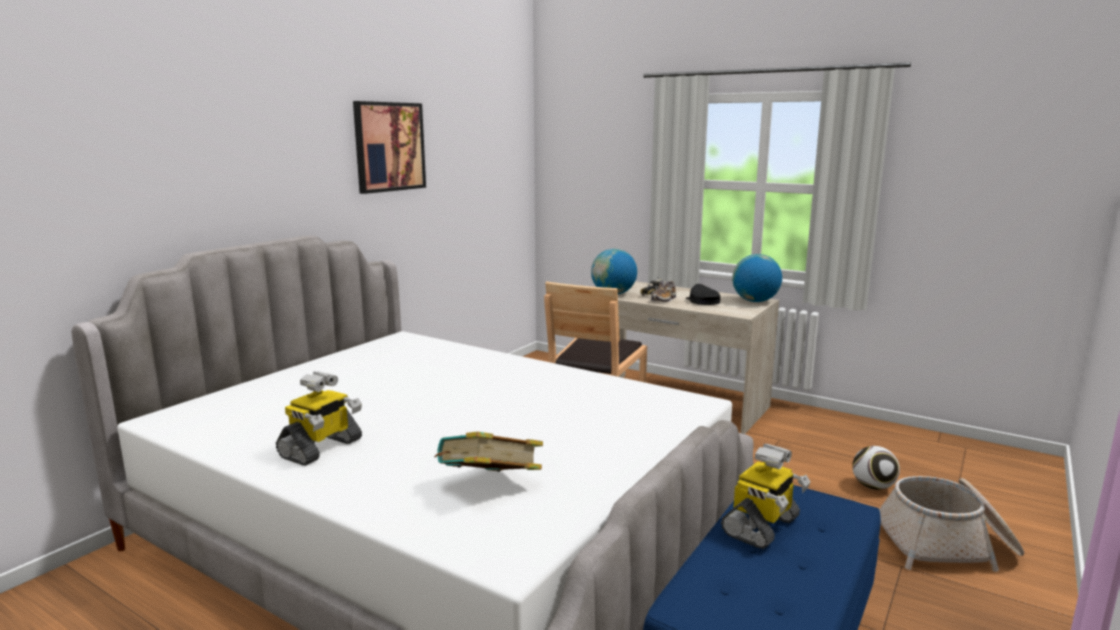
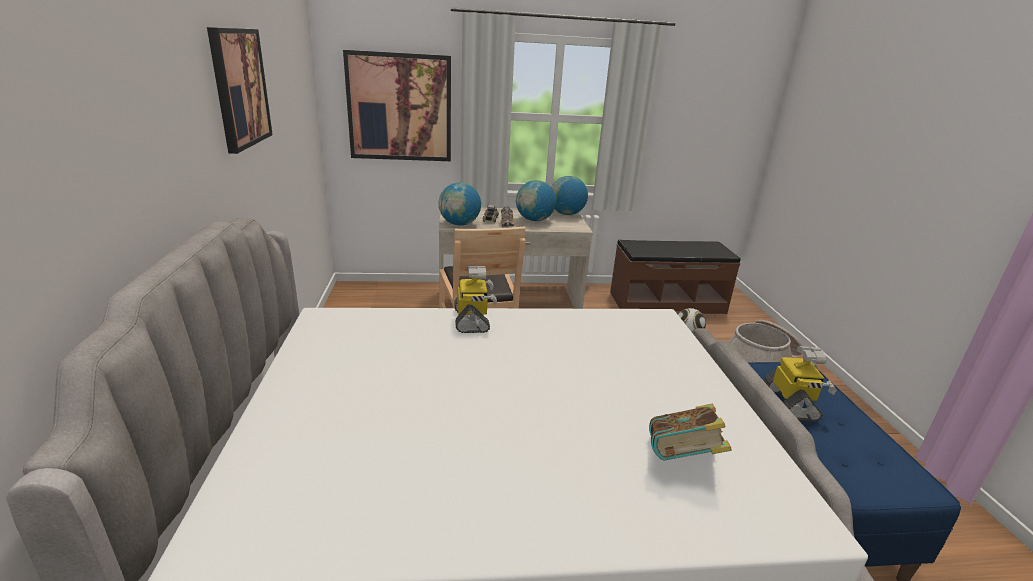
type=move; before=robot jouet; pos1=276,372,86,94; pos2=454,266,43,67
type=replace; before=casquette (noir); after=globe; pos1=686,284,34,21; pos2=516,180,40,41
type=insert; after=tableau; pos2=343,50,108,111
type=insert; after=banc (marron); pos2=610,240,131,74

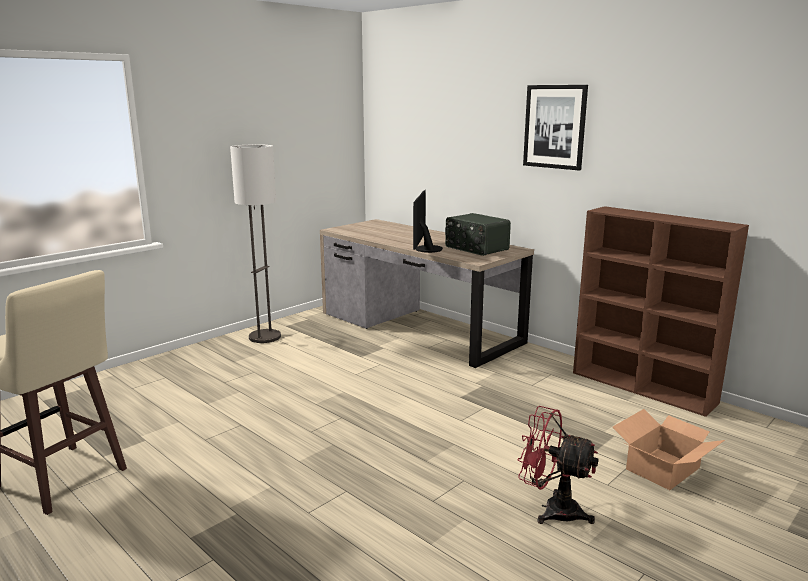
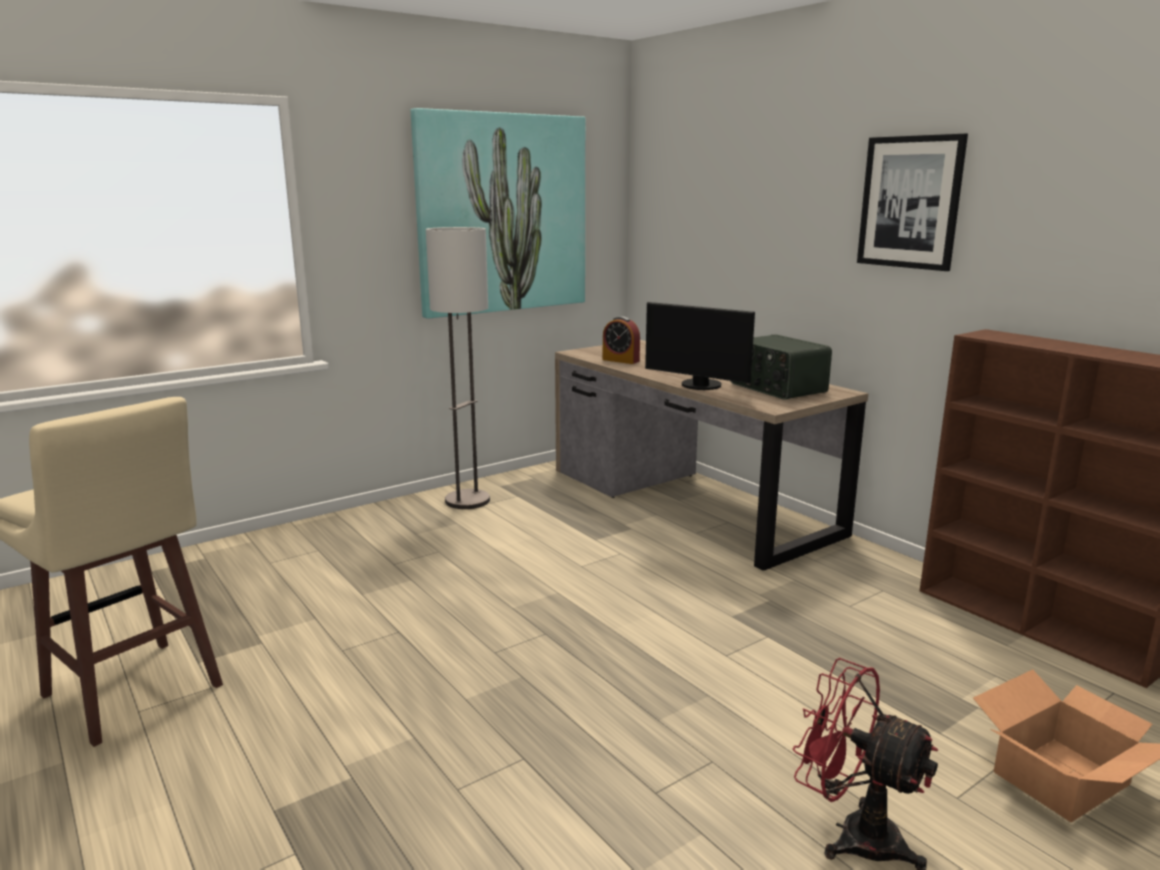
type=rotate; before=écran d'ordinateur; pos1=413,190,30,63; pos2=645,302,110,88; turn=-75
type=insert; after=tableau; pos2=411,108,174,211
type=insert; after=réveil; pos2=603,316,37,48

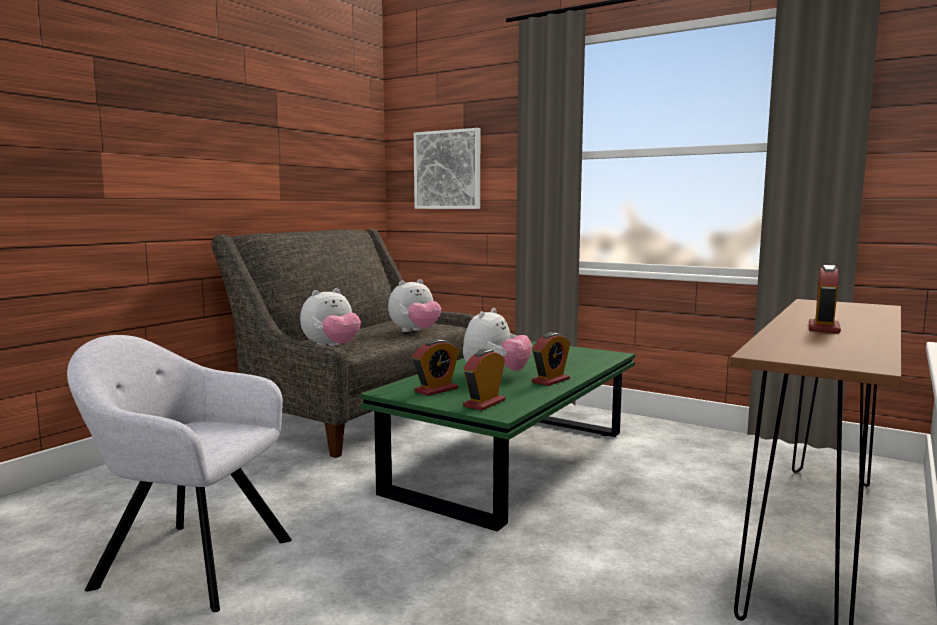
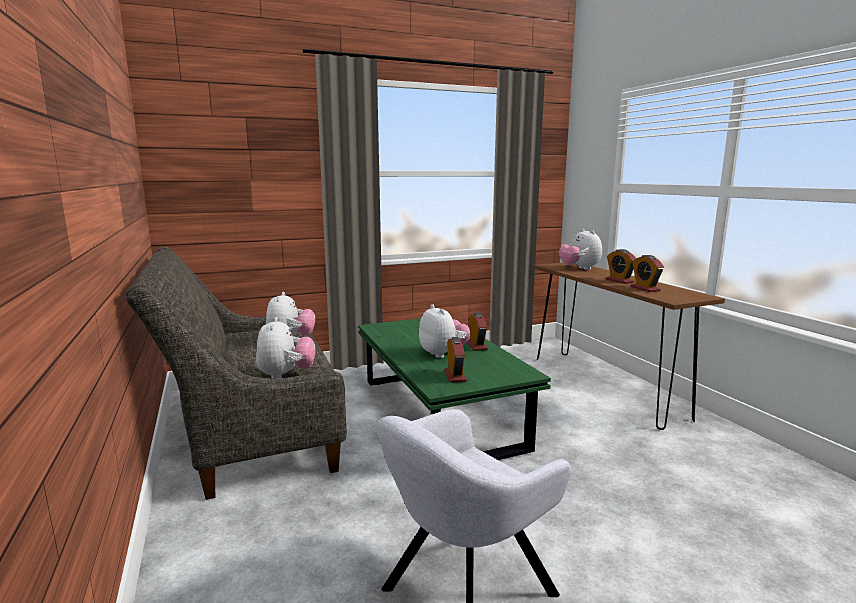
type=delete; before=tableau; pos1=414,128,66,81
type=move; before=réveil; pos1=463,349,42,62; pos2=631,255,33,37
type=insert; after=peluche; pos2=559,229,43,41

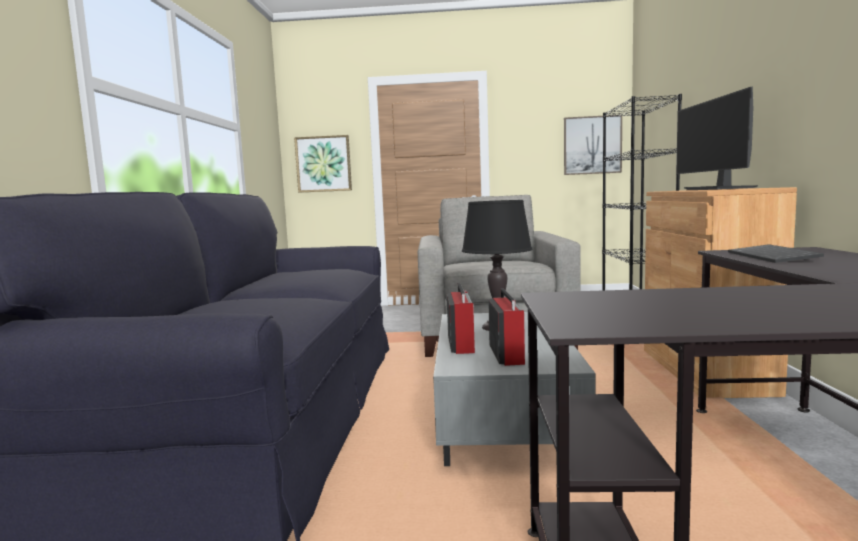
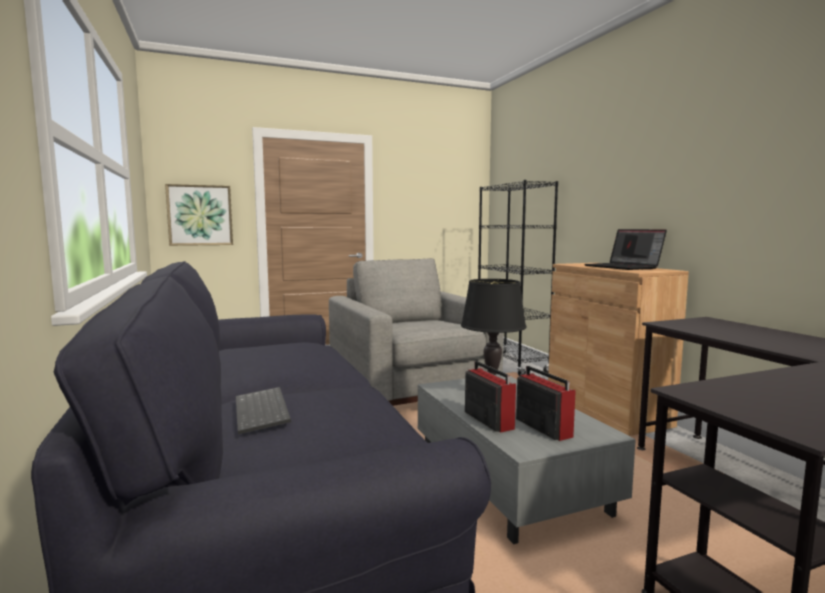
type=delete; before=tableau; pos1=564,115,58,60
type=replace; before=écran d'ordinateur; after=ordinateur portable; pos1=676,87,82,103; pos2=584,229,83,41
type=move; before=clavier; pos1=728,244,96,19; pos2=236,387,55,47

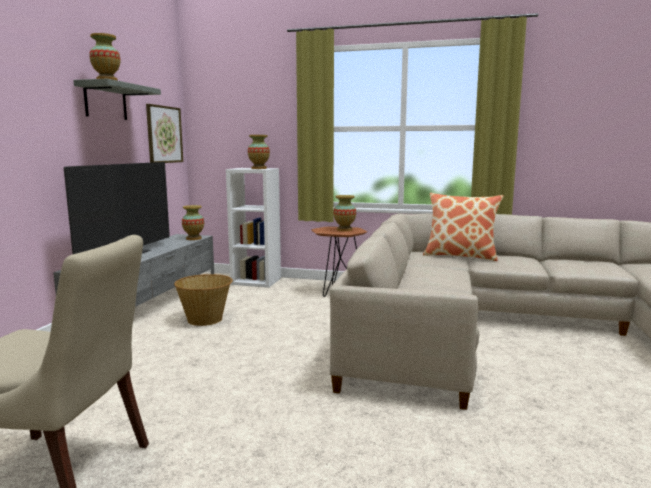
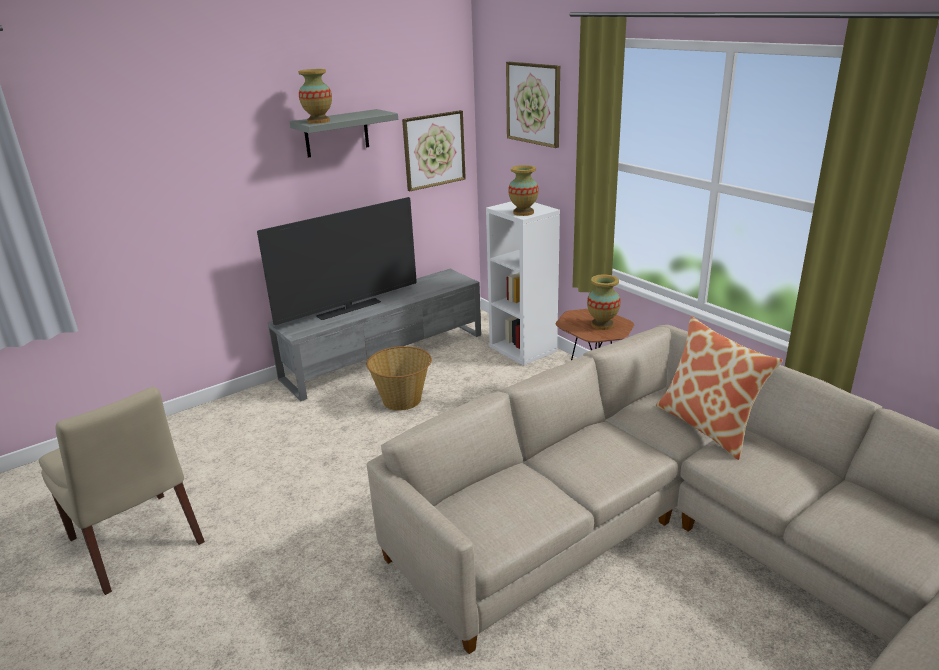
type=delete; before=vase; pos1=182,205,22,35
type=insert; after=tableau; pos2=506,62,54,86

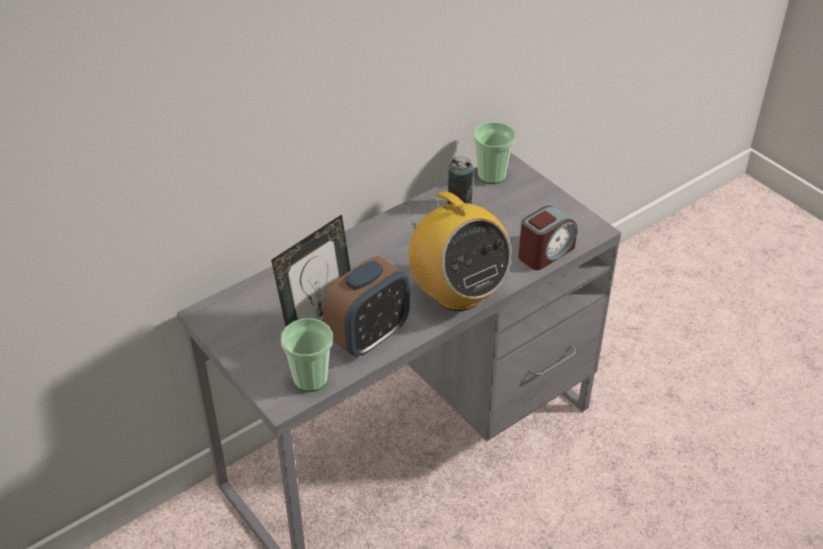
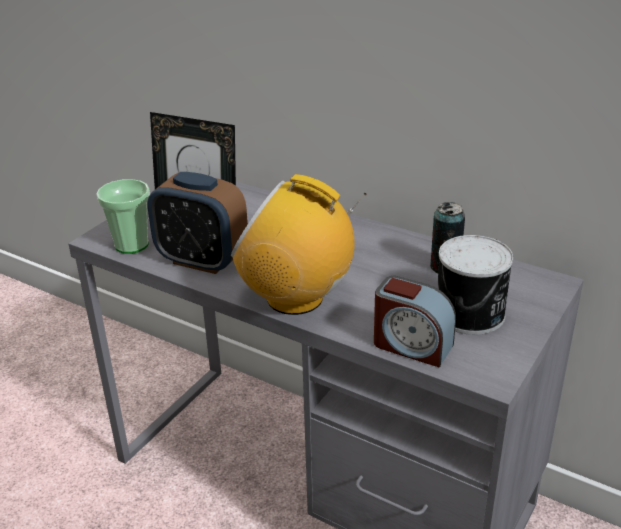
type=rotate; before=radio; pos1=405,191,107,120; pos2=231,174,136,141; turn=75
type=delete; before=tasse; pos1=473,122,43,62
type=insert; after=boîte métallique; pos2=437,235,76,100

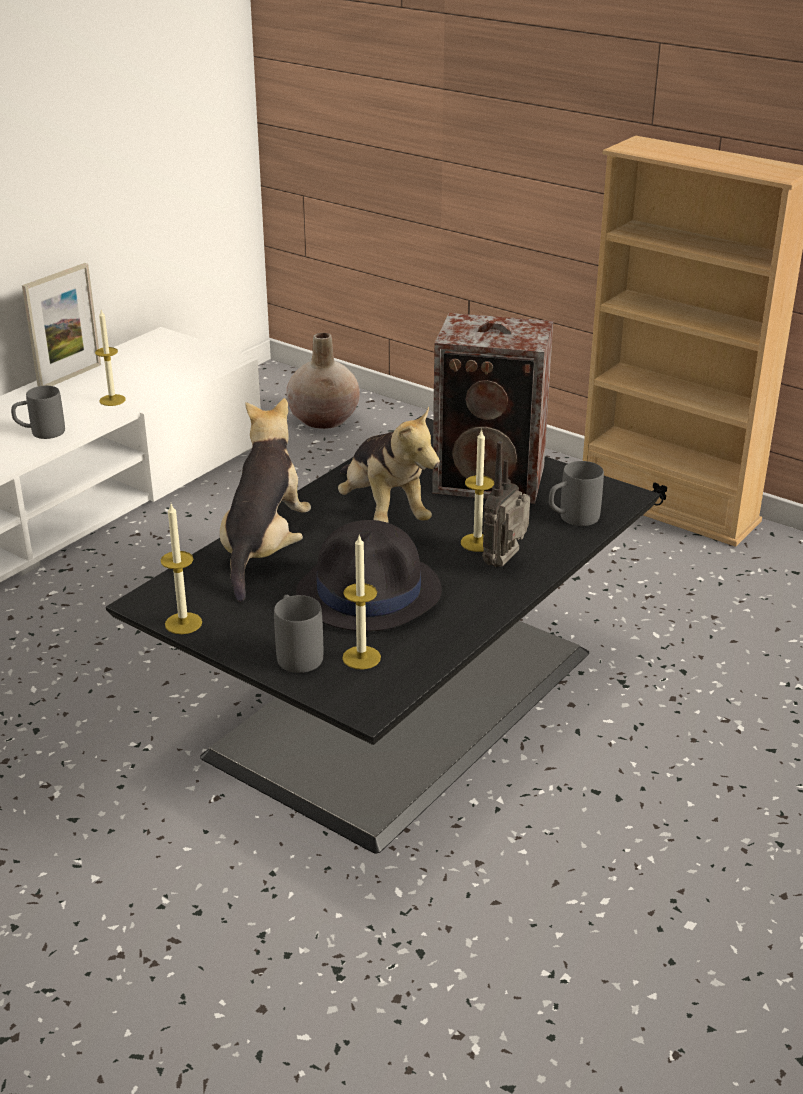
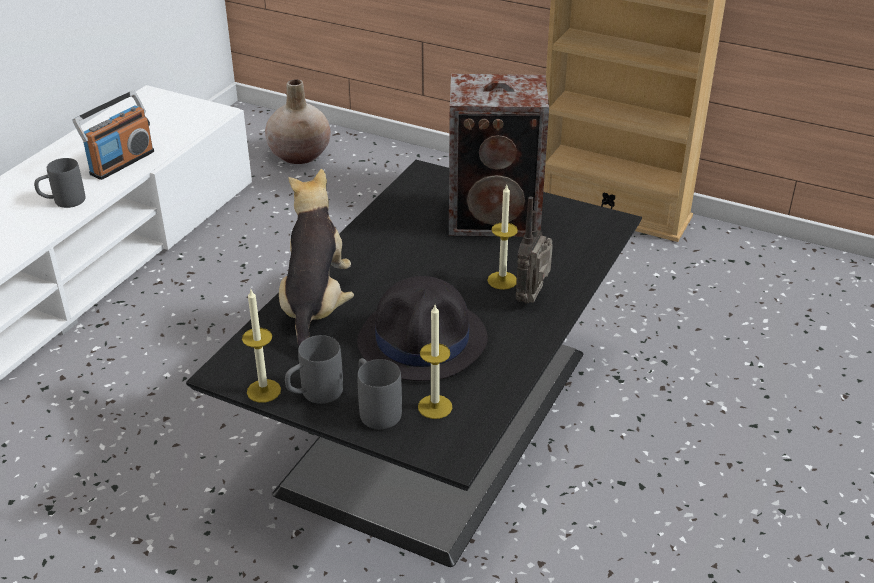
type=delete; before=cadre photo; pos1=22,263,79,123
type=replace; before=bougie; after=radio; pos1=95,310,31,96; pos2=72,90,82,90
type=delete; before=peluche; pos1=338,407,102,116
type=move; before=mug (gris); pos1=549,461,55,65; pos2=285,335,58,69

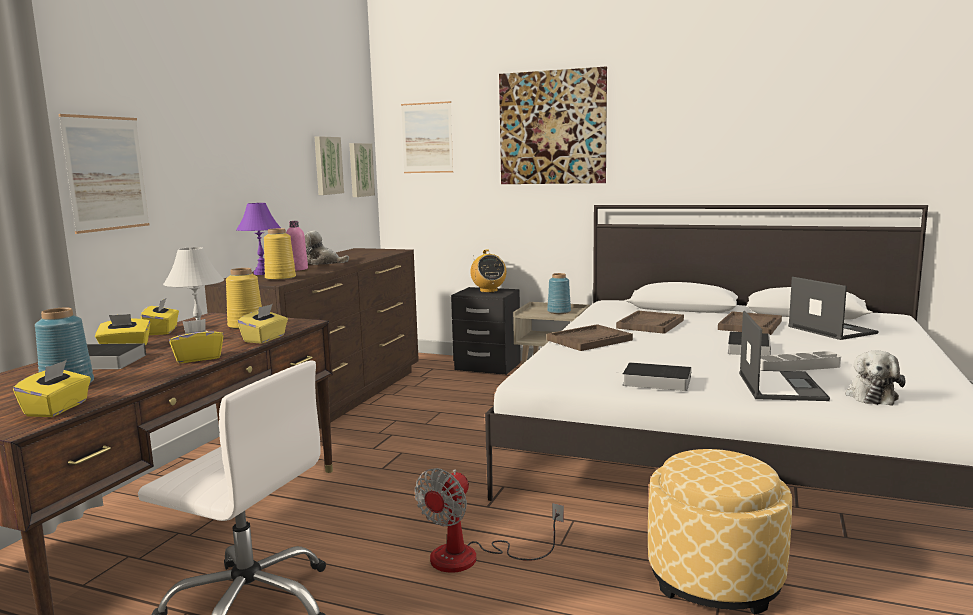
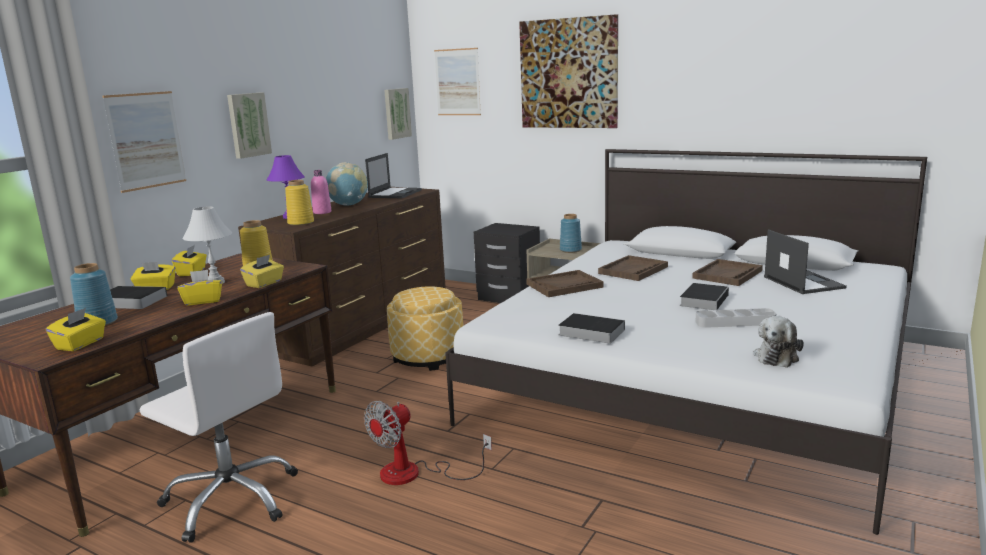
type=replace; before=peluche; after=globe; pos1=304,231,45,34; pos2=326,162,42,44
type=move; before=tableau; pos1=315,136,29,59; pos2=227,92,45,67
type=delete; before=radio; pos1=470,249,37,44
type=move; before=pouf; pos1=648,449,144,166; pos2=387,286,77,85
type=move; before=ordinateur portable; pos1=739,311,91,90; pos2=365,153,57,45

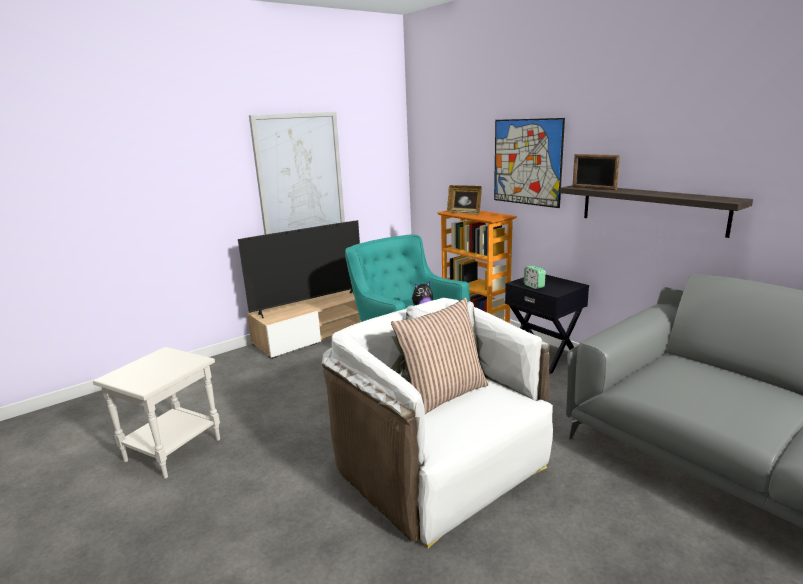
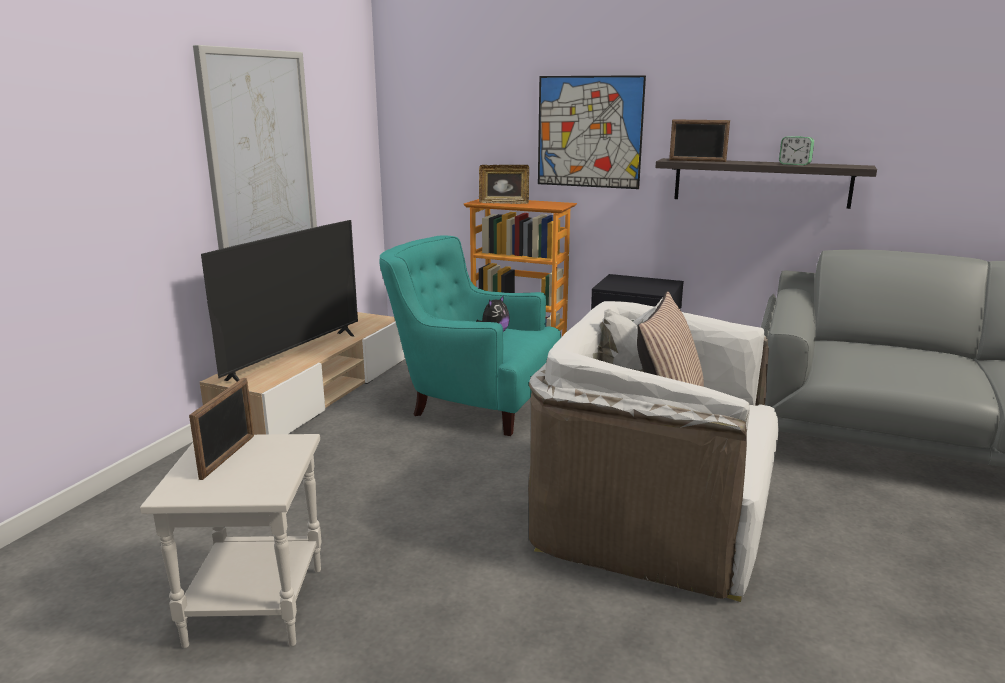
type=move; before=réveil; pos1=524,266,22,23; pos2=779,136,35,29
type=insert; after=cadre photo; pos2=189,378,65,102

